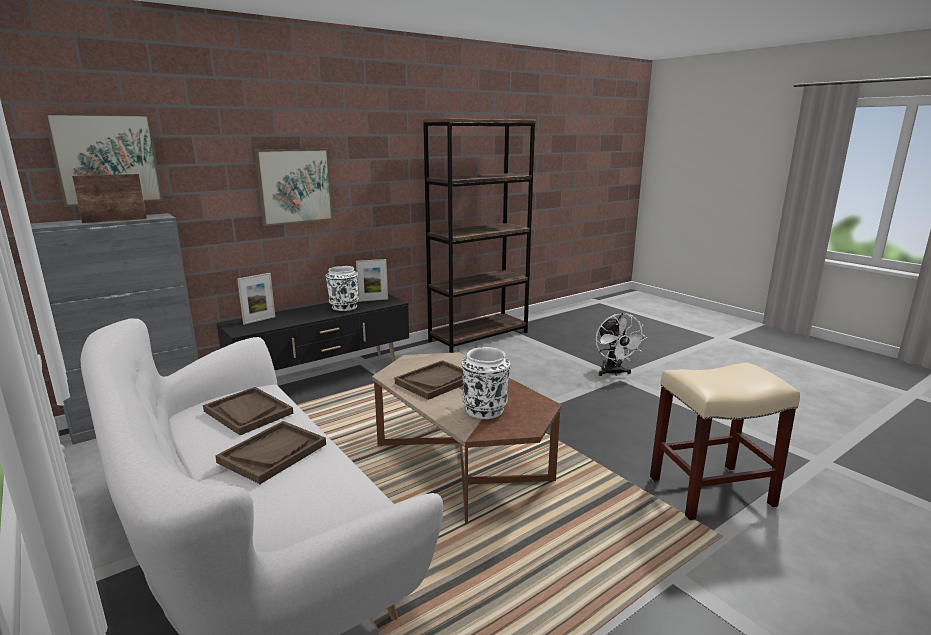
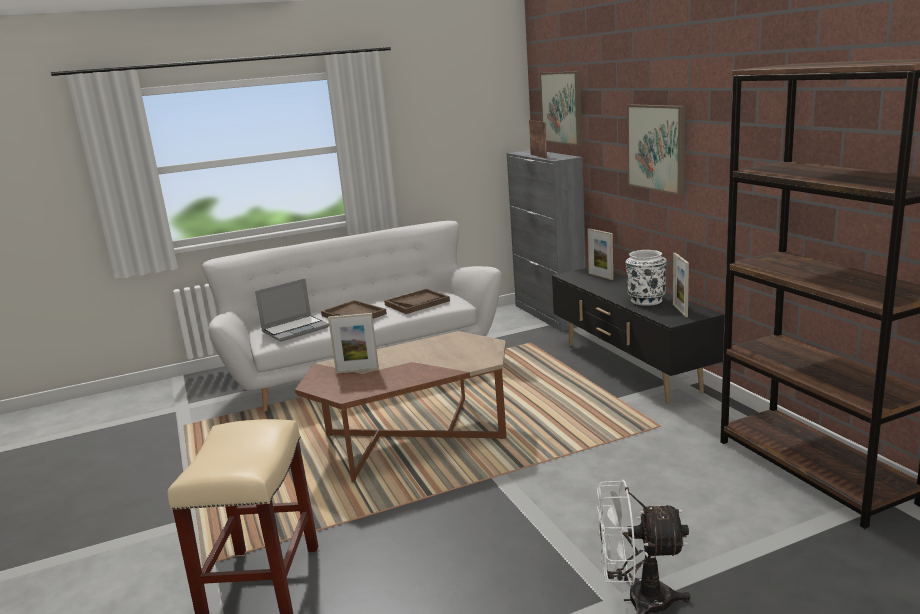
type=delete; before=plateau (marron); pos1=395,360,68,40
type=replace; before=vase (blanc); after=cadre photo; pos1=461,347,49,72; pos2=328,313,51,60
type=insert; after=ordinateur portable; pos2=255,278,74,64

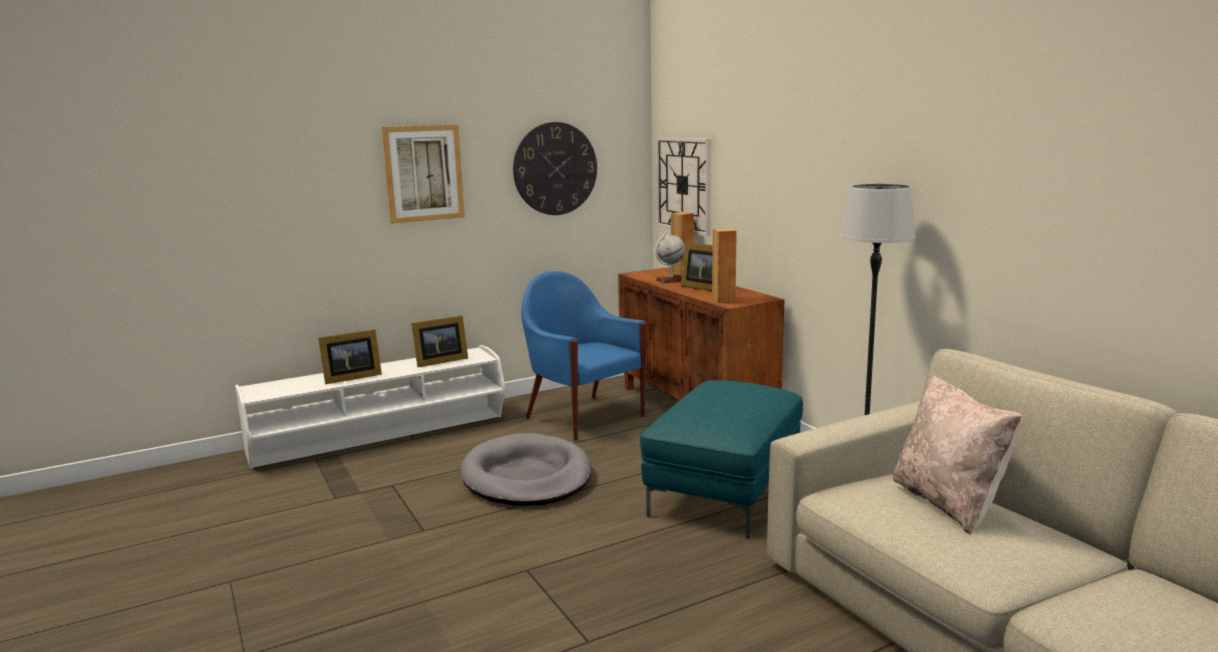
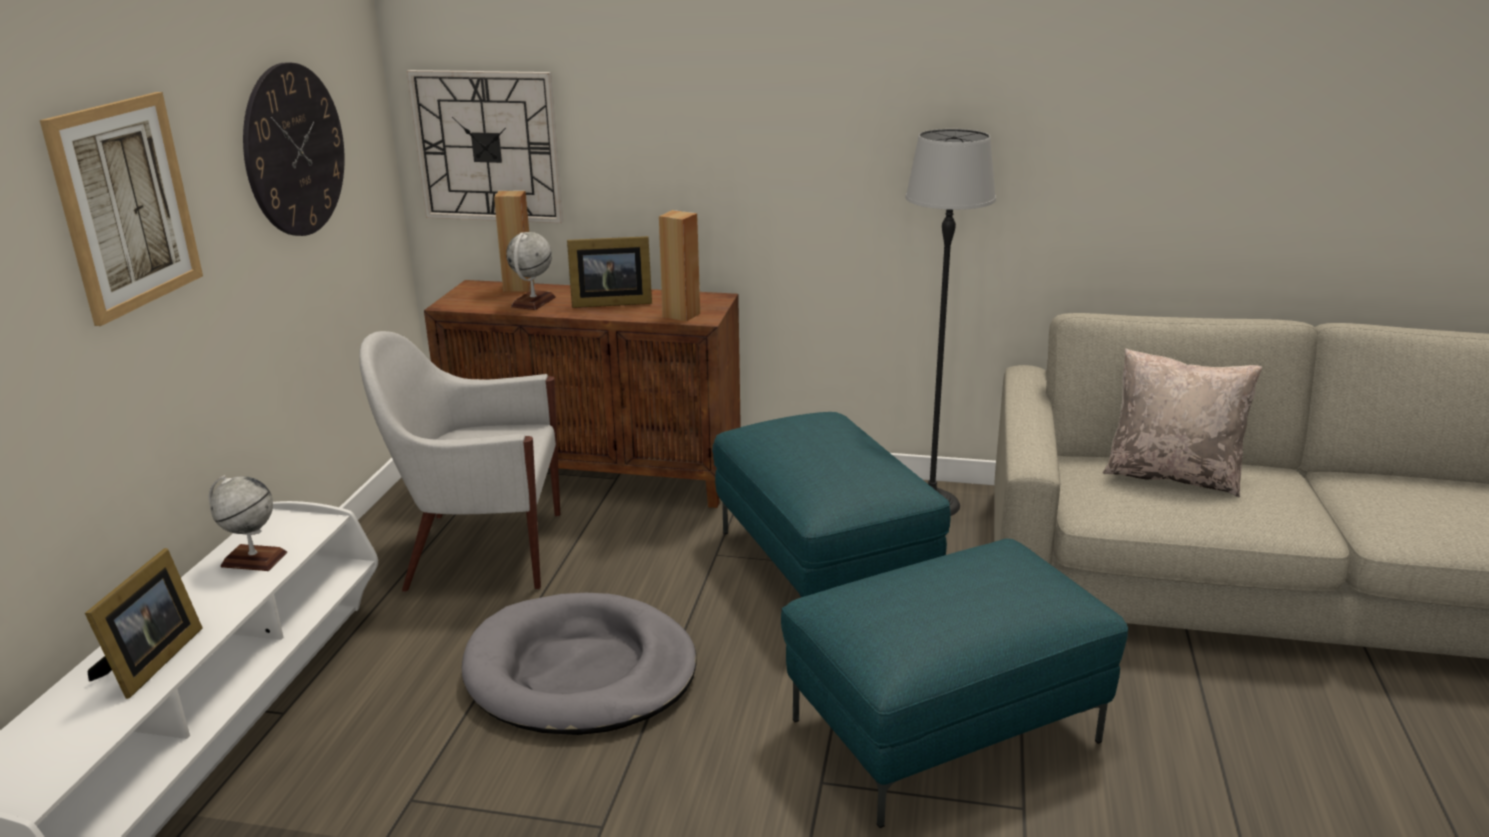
type=replace; before=cadre photo; after=globe; pos1=411,315,57,52; pos2=209,475,78,96
type=recolor; before=fauteuil (bleu); after=fauteuil (blanc); pos1=521,271,126,170; pos2=359,331,201,261
type=insert; after=pouf (turquoise); pos2=781,539,347,289

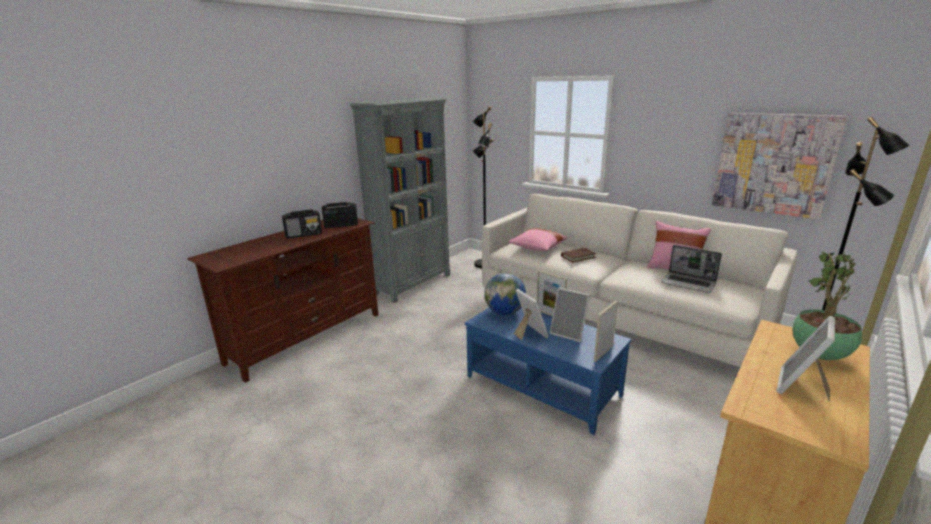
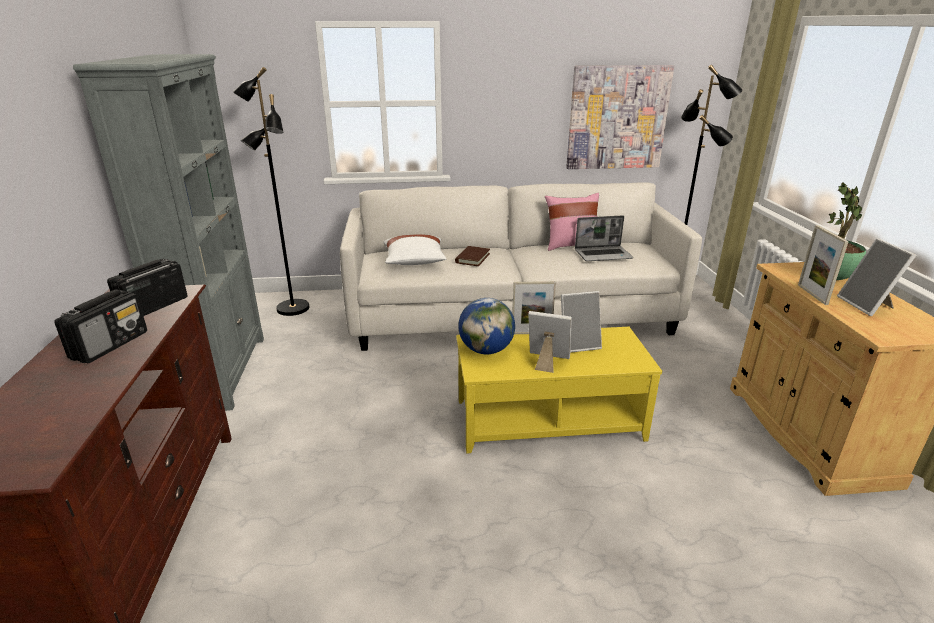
type=recolor; before=table basse (bleu); after=table basse (jaune); pos1=465,307,166,128; pos2=456,327,206,127
type=recolor; before=coussin (rose); after=coussin (blanc); pos1=508,228,59,23; pos2=383,234,63,31
type=move; before=cadre photo; pos1=594,301,24,61; pos2=798,225,51,80

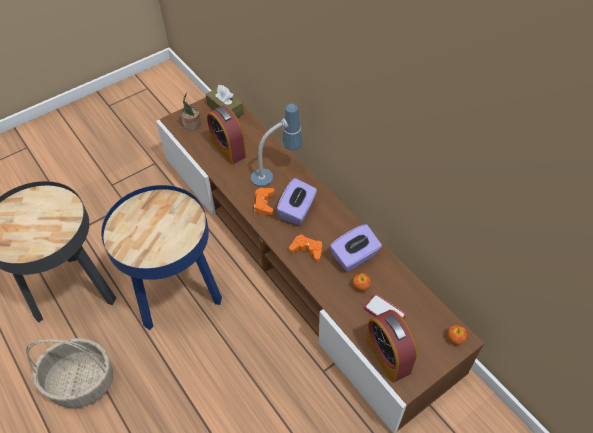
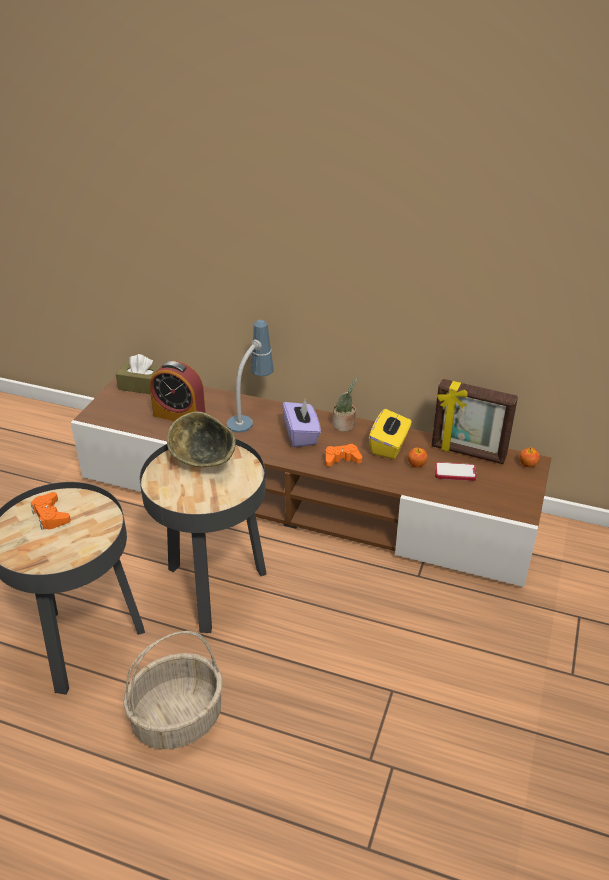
type=recolor; before=table d'appoint (bleu); after=table d'appoint (noir); pos1=101,185,121,145; pos2=140,439,127,194
type=move; before=plante en pot; pos1=181,93,20,37; pos2=333,377,25,55
type=move; before=manette (orange); pos1=254,188,21,27; pos2=31,492,40,38
type=recolor; before=boîte à mouchoirs (violet); after=boîte à mouchoirs (jaune); pos1=330,224,52,48; pos2=369,409,43,50
type=delete; before=réveil; pos1=366,310,51,73
type=insert; after=bol; pos2=167,412,69,55
type=insert; after=cadre photo; pos2=431,379,87,85

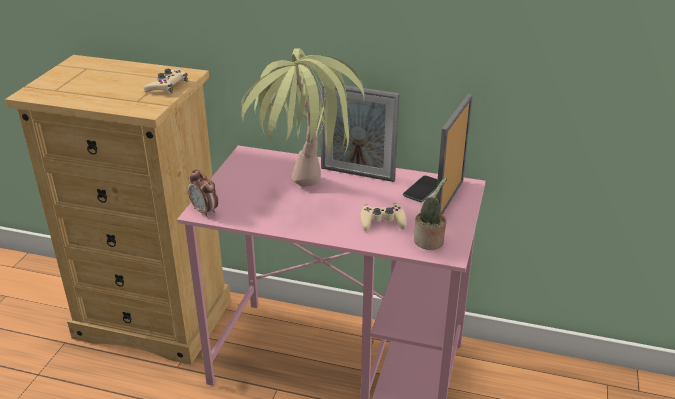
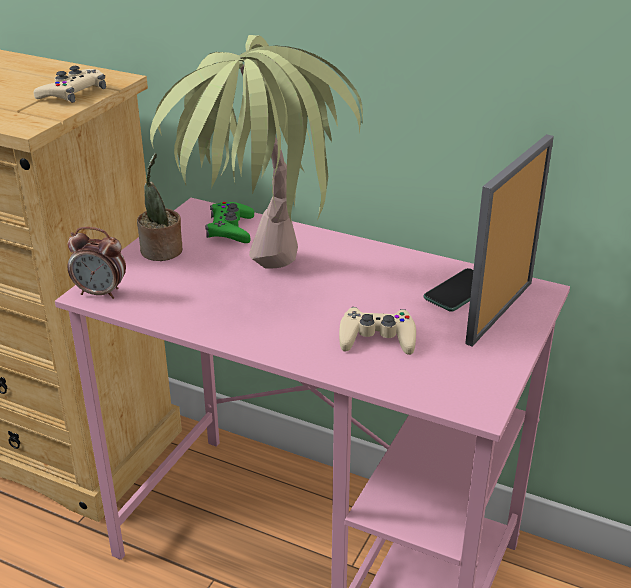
type=rotate; before=réveil; pos1=188,169,30,48; pos2=67,227,59,72; turn=-45
type=delete; before=cadre photo; pos1=320,82,79,100
type=move; before=plante en pot; pos1=414,177,33,73; pos2=137,153,45,108
type=insert; after=manette (vert); pos2=205,202,49,41

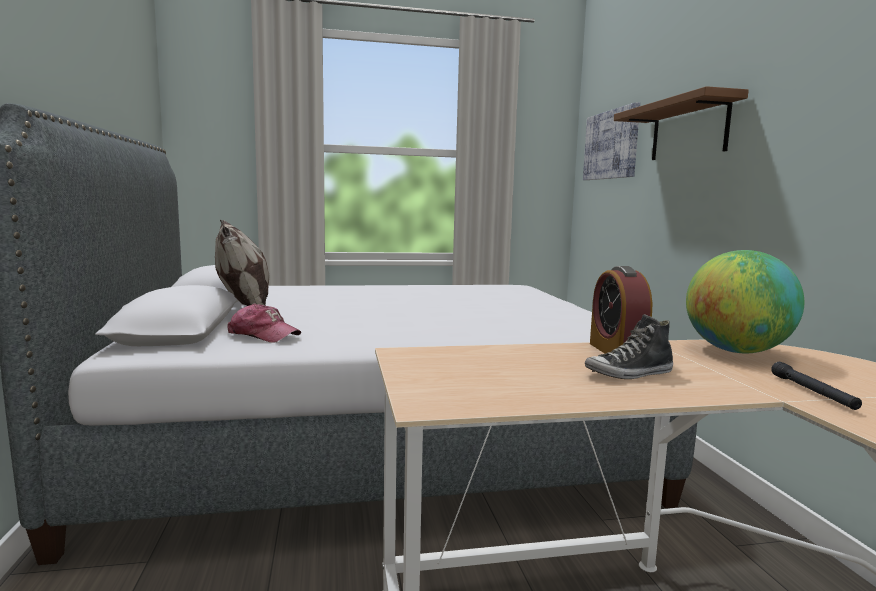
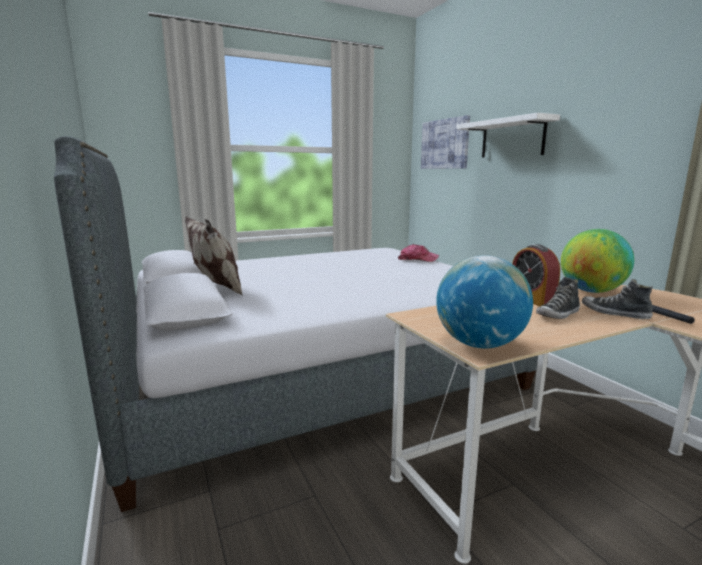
type=move; before=casquette; pos1=228,303,73,40; pos2=398,244,41,18
type=recolor; before=étagère (marron); after=étagère (blanc); pos1=614,86,135,74; pos2=457,113,103,44
type=insert; after=globe; pos2=436,255,97,93
type=insert; after=chaussure; pos2=582,279,71,40

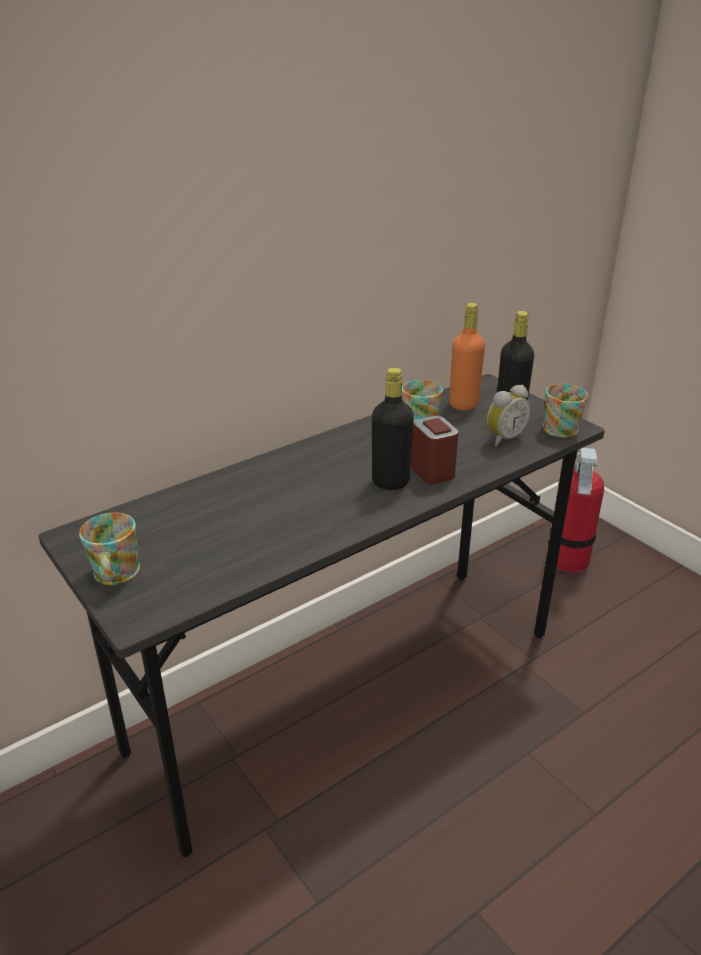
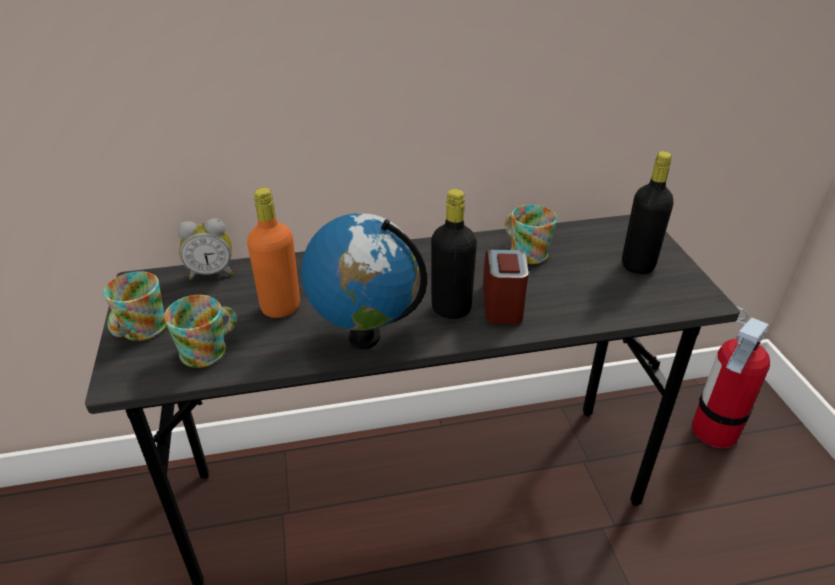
type=move; before=bouteille (orange); pos1=449,303,36,108; pos2=247,188,53,130
type=move; before=réveil; pos1=487,385,44,62; pos2=177,218,56,62
type=move; before=mug; pos1=543,384,45,54; pos2=164,295,73,73
type=insert; after=globe; pos2=301,213,126,136

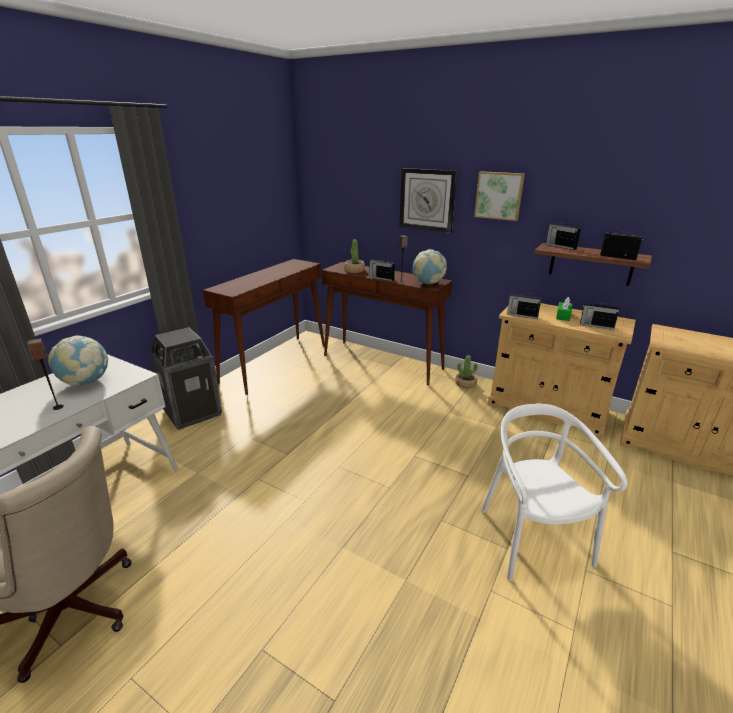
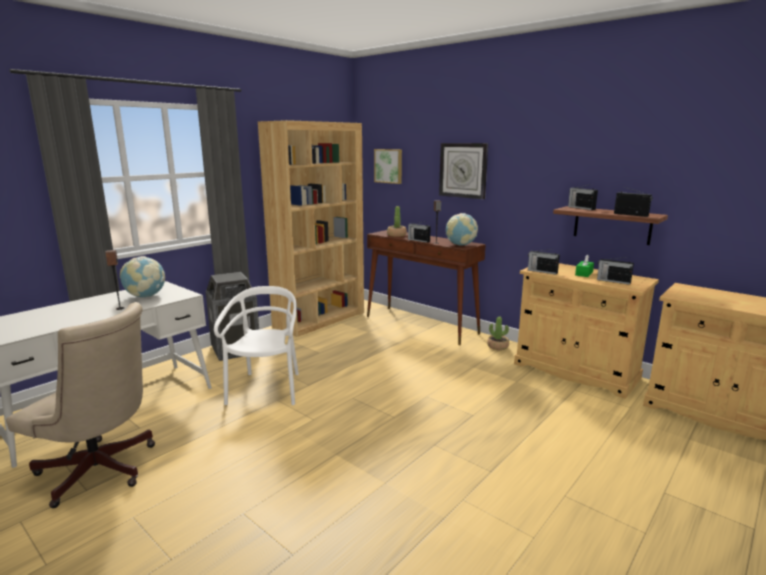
type=replace; before=table console (marron); after=bibliothèque (marron); pos1=203,259,122,136; pos2=258,120,106,217
type=move; before=tableau; pos1=474,171,51,50; pos2=374,149,28,35
type=move; before=chaise (blanc); pos1=481,404,147,177; pos2=214,286,85,119

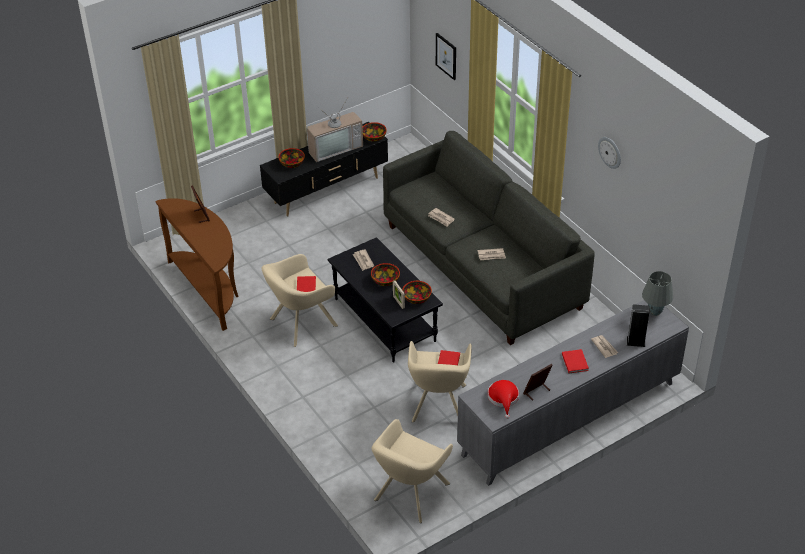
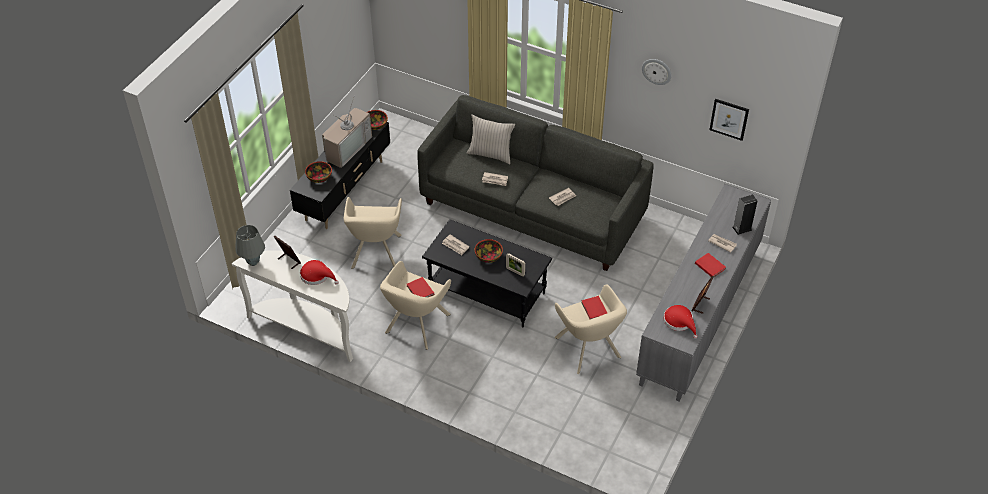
type=recolor; before=table console (marron); after=table console (blanc); pos1=155,198,83,133; pos2=232,250,121,112
type=move; before=fauteuil (beige); pos1=372,419,81,104; pos2=344,197,58,72
type=delete; before=bol; pos1=402,281,30,23
type=move; before=tableau; pos1=436,33,20,47; pos2=710,99,39,42
type=move; before=lampe de table (gris); pos1=642,271,31,45; pos2=235,225,30,41
type=insert; after=chapeau (rouge); pos2=300,260,39,25
type=insert; after=coussin (beige); pos2=467,114,48,50

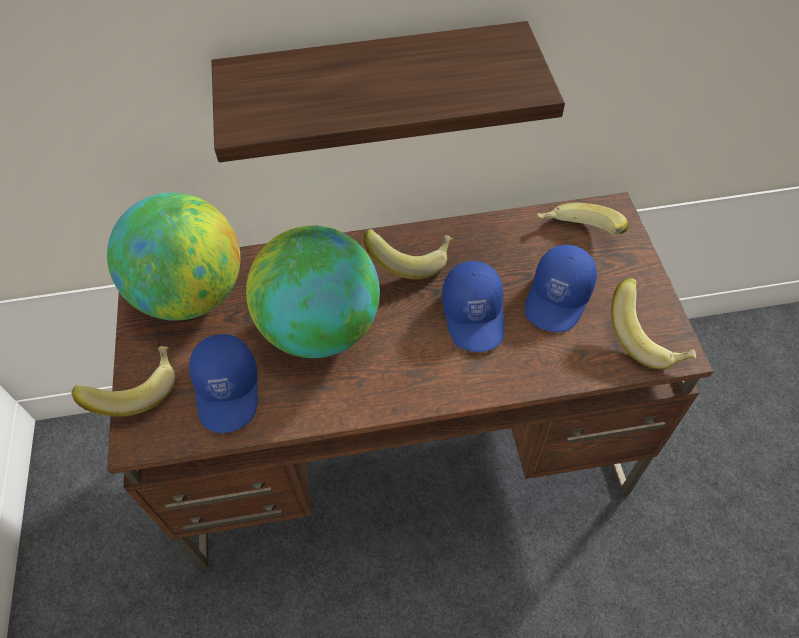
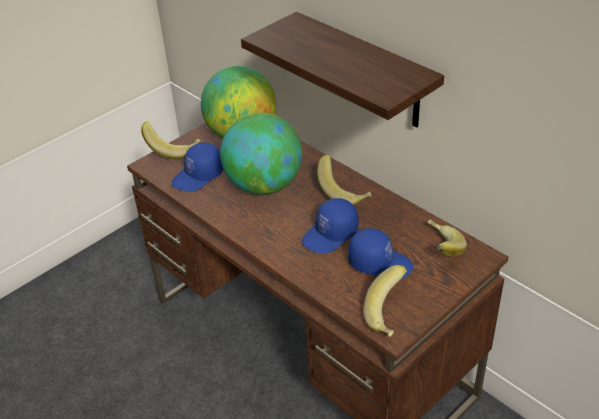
type=rotate; before=casquette (bleu); pos1=525,244,72,88; pos2=348,228,65,52; turn=-150

